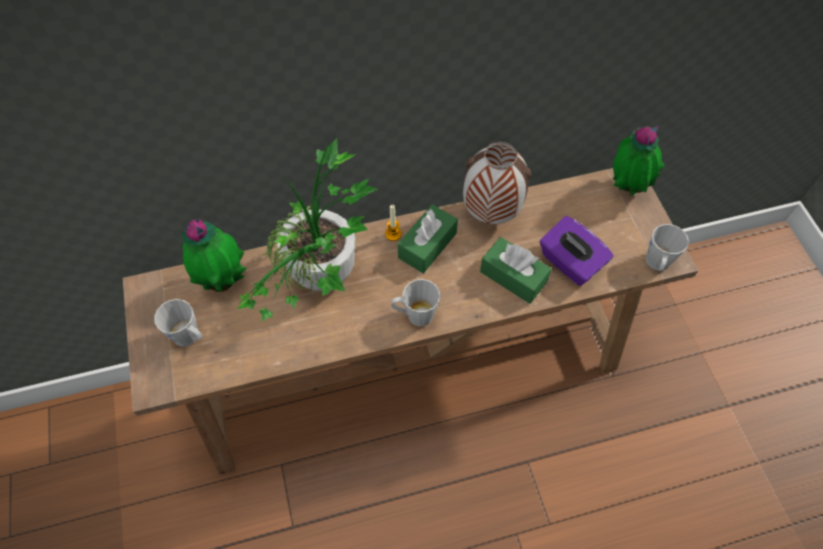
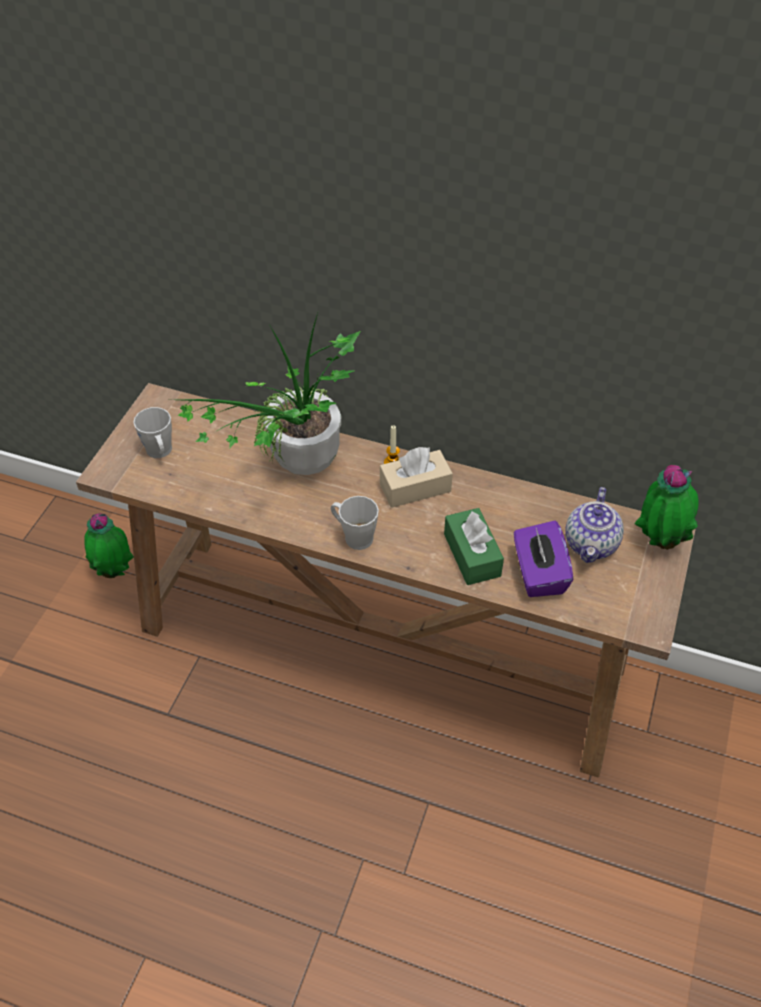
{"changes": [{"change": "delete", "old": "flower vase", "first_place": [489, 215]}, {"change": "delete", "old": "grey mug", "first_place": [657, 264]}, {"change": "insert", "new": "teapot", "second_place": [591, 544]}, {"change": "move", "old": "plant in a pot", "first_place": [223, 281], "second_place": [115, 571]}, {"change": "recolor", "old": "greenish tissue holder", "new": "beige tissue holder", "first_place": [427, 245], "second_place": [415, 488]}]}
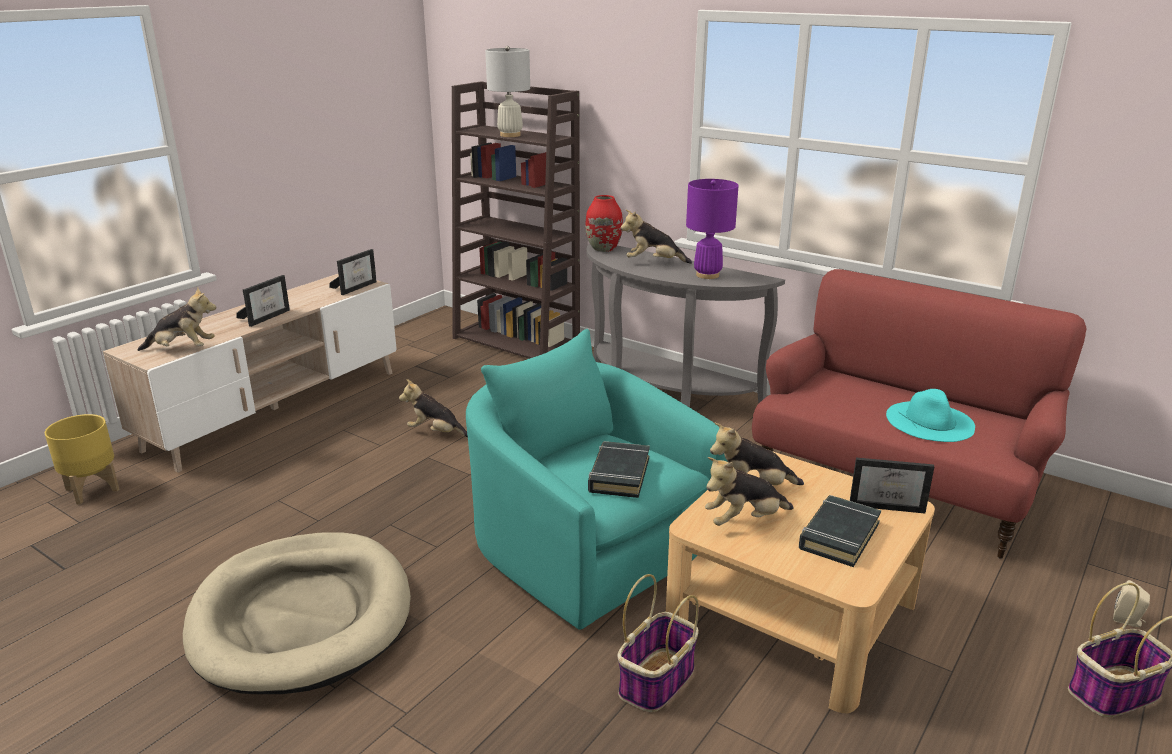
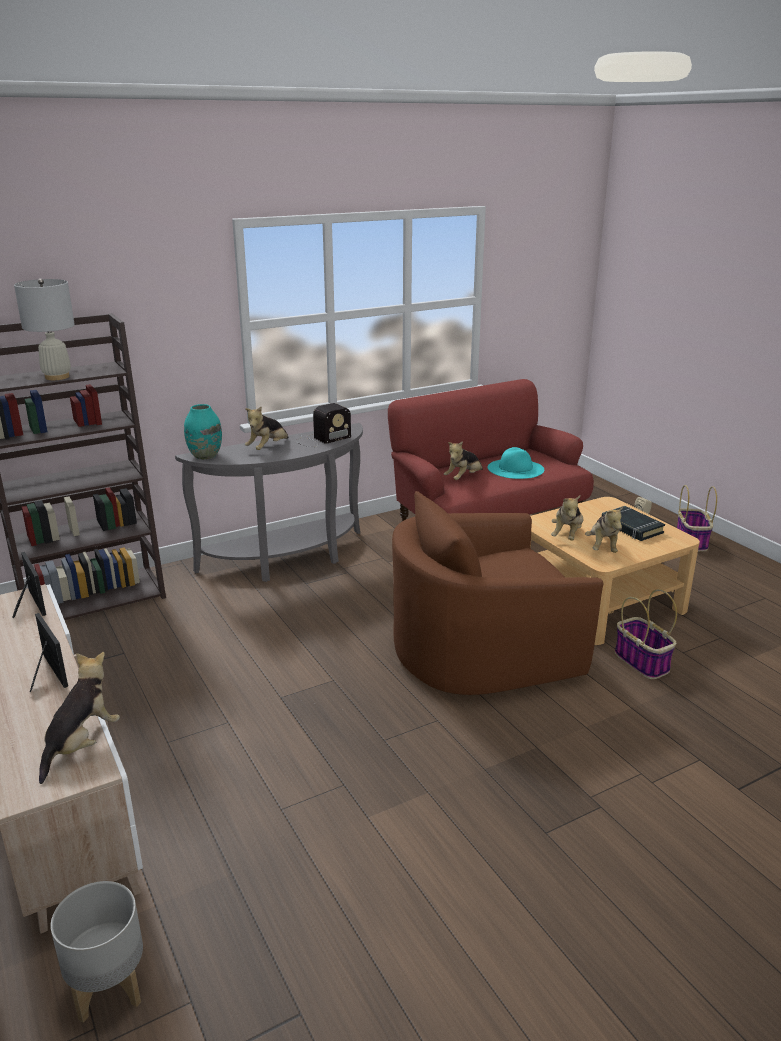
{"changes": [{"change": "delete", "old": "beige dog cushion", "first_place": [302, 617]}, {"change": "delete", "old": "blackish bound book", "first_place": [619, 474]}, {"change": "delete", "old": "photo frame", "first_place": [887, 504]}, {"change": "move", "old": "plush toy", "first_place": [436, 433], "second_place": [463, 478]}, {"change": "replace", "old": "purple tabletop lamp", "new": "radio set", "first_place": [707, 275], "second_place": [321, 439]}, {"change": "recolor", "old": "yellowish plant pot", "new": "grey plant pot", "first_place": [92, 489], "second_place": [108, 989]}, {"change": "recolor", "old": "turquoise armchair", "new": "brown armchair", "first_place": [587, 545], "second_place": [482, 649]}, {"change": "recolor", "old": "red flower vase", "new": "turquoise flower vase", "first_place": [603, 248], "second_place": [205, 456]}]}
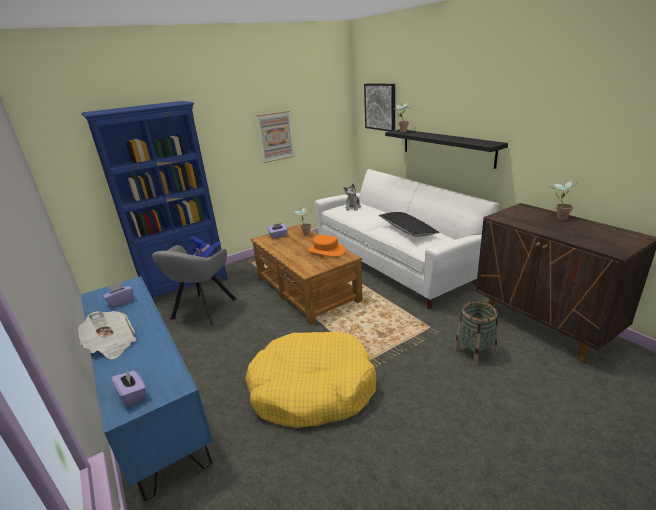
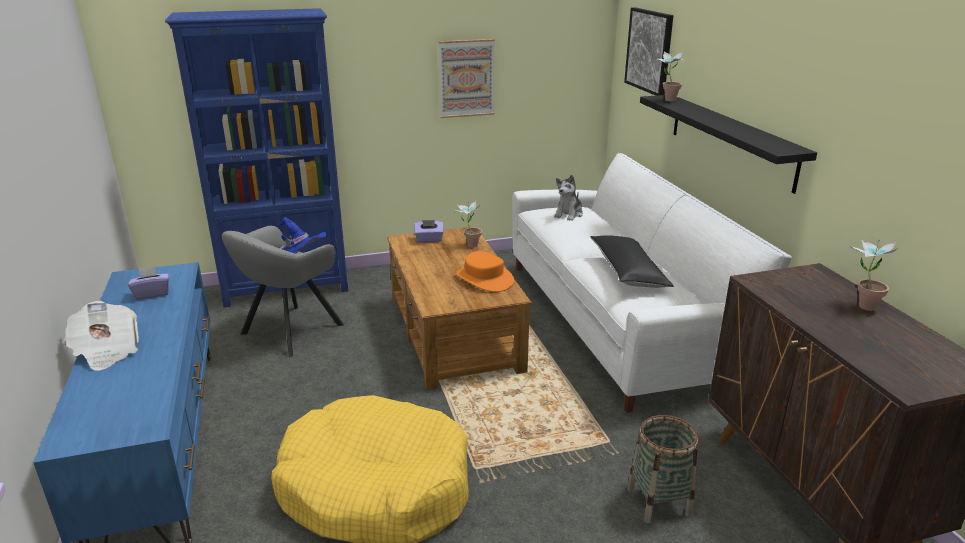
{"changes": [{"change": "delete", "old": "purple tissue holder", "first_place": [133, 395]}]}
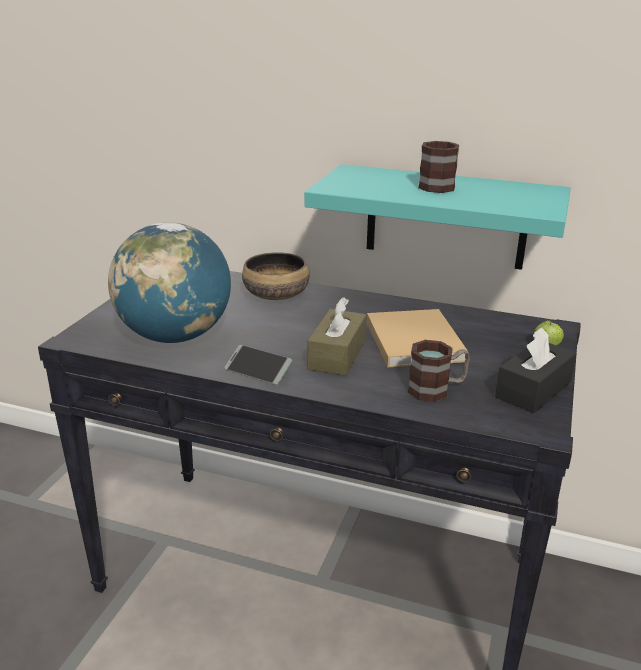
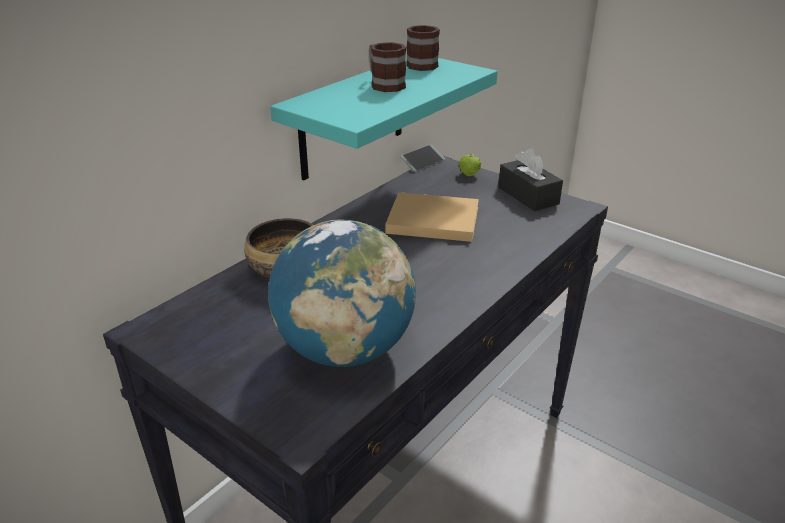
{"changes": [{"change": "delete", "old": "brown tissue holder", "first_place": [337, 355]}, {"change": "move", "old": "handset", "first_place": [258, 371], "second_place": [423, 162]}, {"change": "move", "old": "mug", "first_place": [437, 389], "second_place": [423, 64]}]}
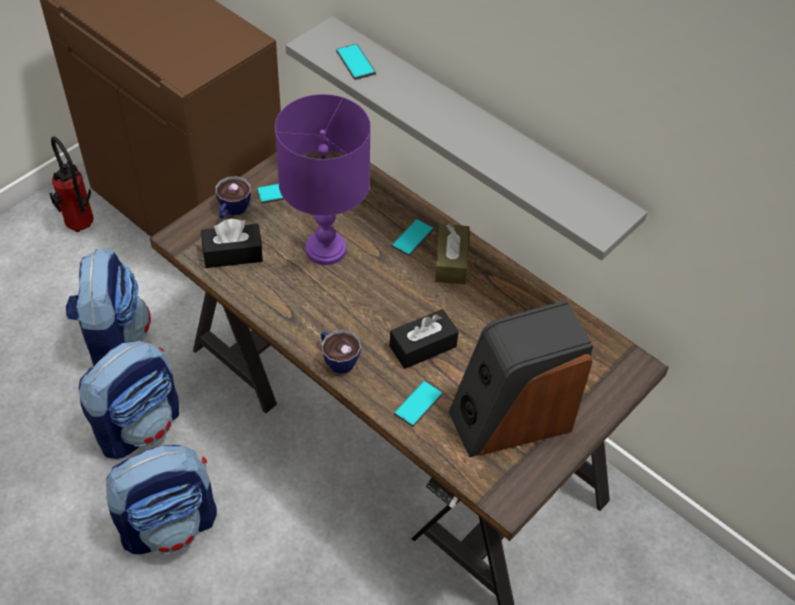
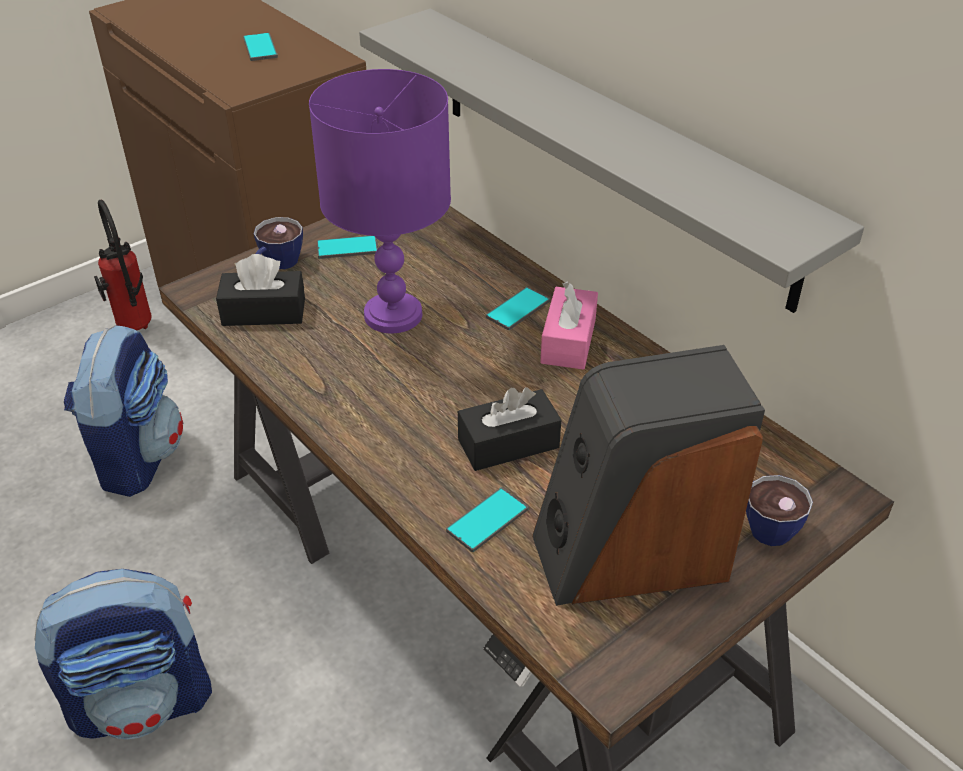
{"changes": [{"change": "delete", "old": "knapsack", "first_place": [139, 426]}, {"change": "move", "old": "drinking cup", "first_place": [337, 359], "second_place": [763, 524]}, {"change": "move", "old": "handset", "first_place": [356, 62], "second_place": [260, 48]}, {"change": "recolor", "old": "brown tissue holder", "new": "pink tissue holder", "first_place": [451, 262], "second_place": [568, 341]}]}
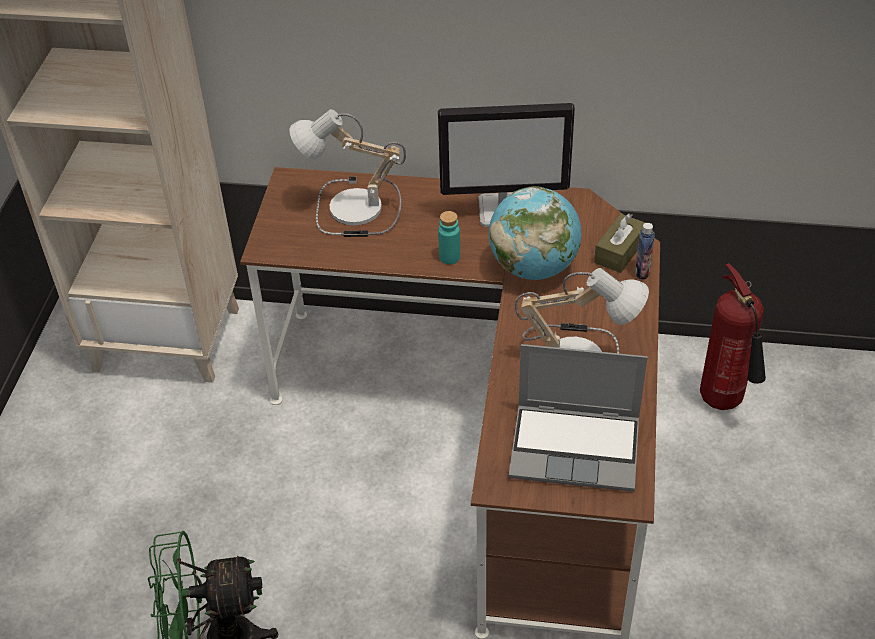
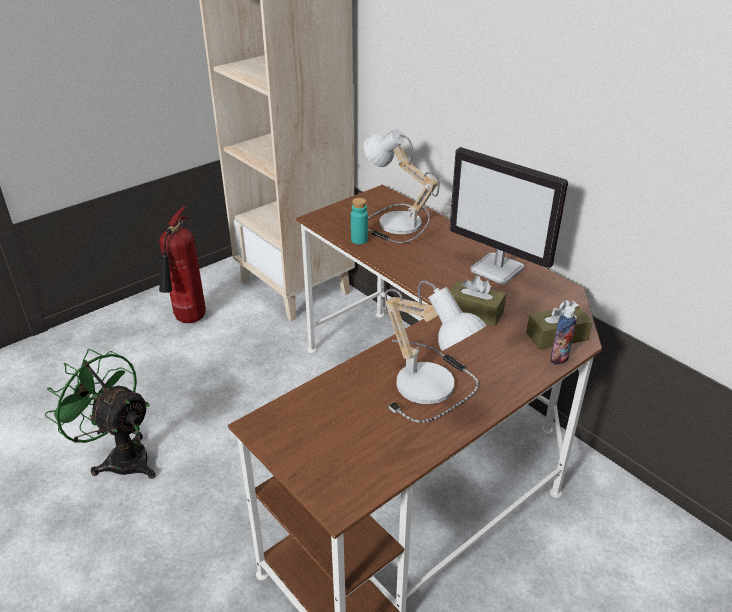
{"changes": [{"change": "delete", "old": "portable computer", "first_place": [576, 448]}, {"change": "move", "old": "turquoise beverage bottle", "first_place": [449, 257], "second_place": [359, 240]}, {"change": "move", "old": "fire-fighting cylinder", "first_place": [724, 403], "second_place": [189, 320]}, {"change": "replace", "old": "desk globe", "new": "brown tissue holder", "first_place": [533, 267], "second_place": [474, 312]}]}
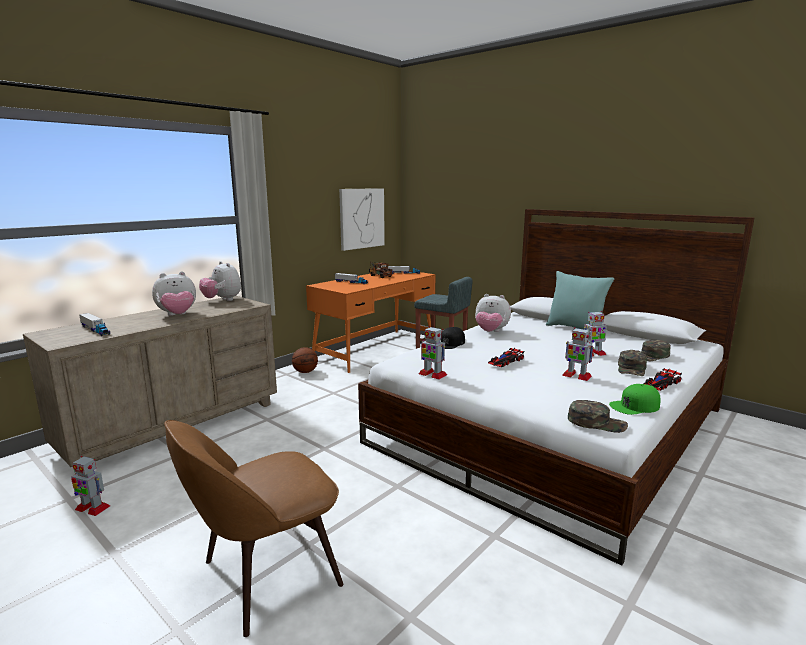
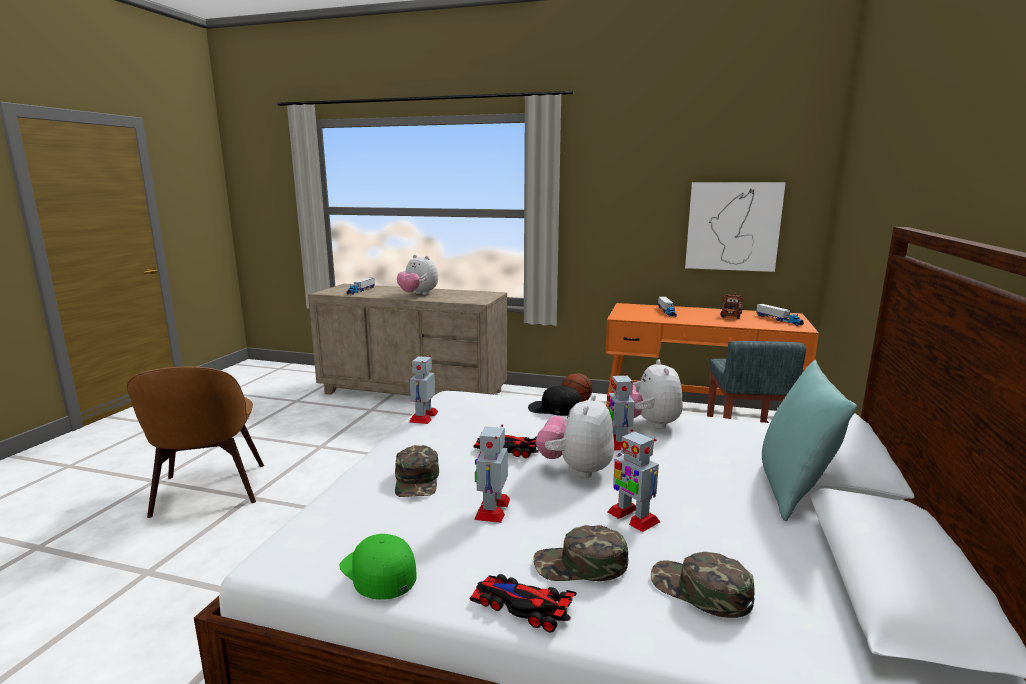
{"changes": [{"change": "move", "old": "model robot", "first_place": [92, 508], "second_place": [618, 442]}, {"change": "move", "old": "plush toy", "first_place": [222, 300], "second_place": [576, 469]}, {"change": "move", "old": "greenish peaked cap", "first_place": [596, 422], "second_place": [417, 480]}, {"change": "rotate", "old": "brown upright chair", "first_place": [265, 576], "second_place": [209, 492], "degrees": -135}]}
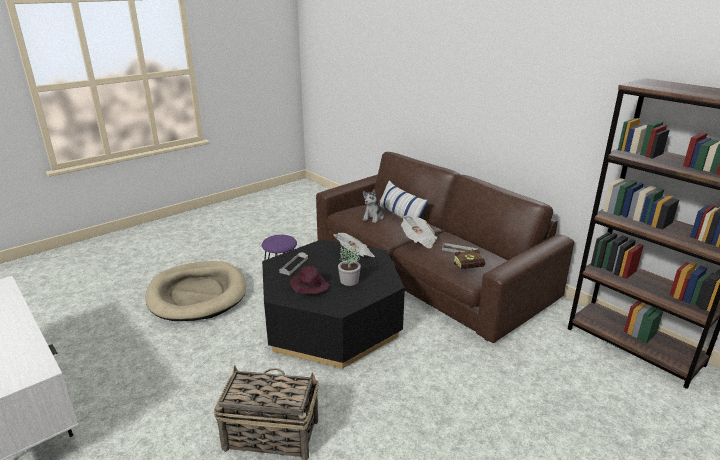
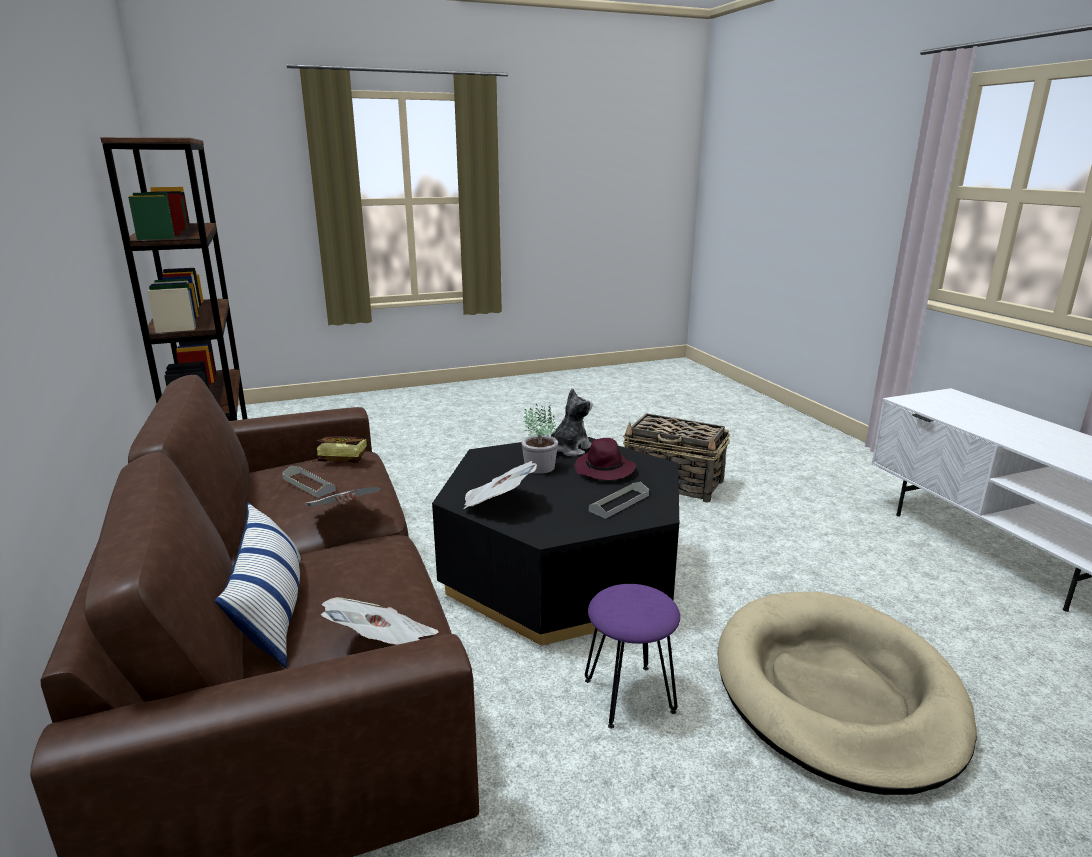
{"changes": [{"change": "insert", "new": "newspaper", "second_place": [384, 646]}, {"change": "move", "old": "plush toy", "first_place": [373, 217], "second_place": [569, 449]}]}
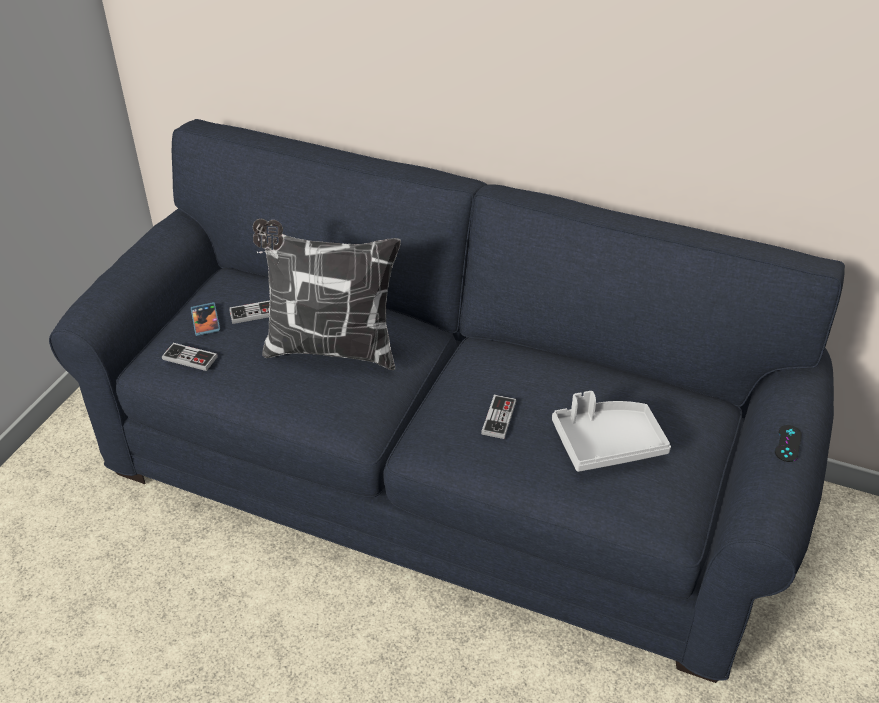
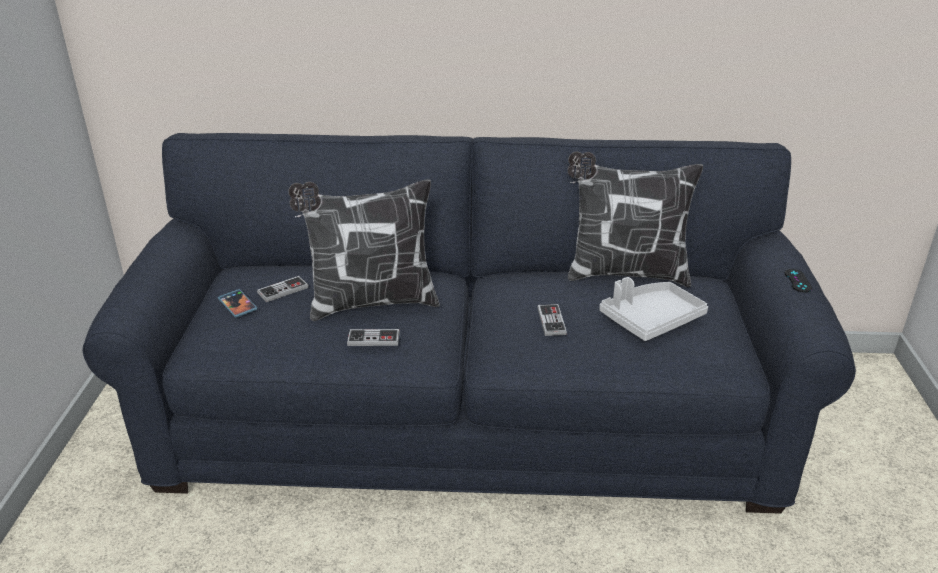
{"changes": [{"change": "insert", "new": "throw pillow", "second_place": [624, 273]}, {"change": "move", "old": "joypad", "first_place": [190, 358], "second_place": [373, 339]}]}
